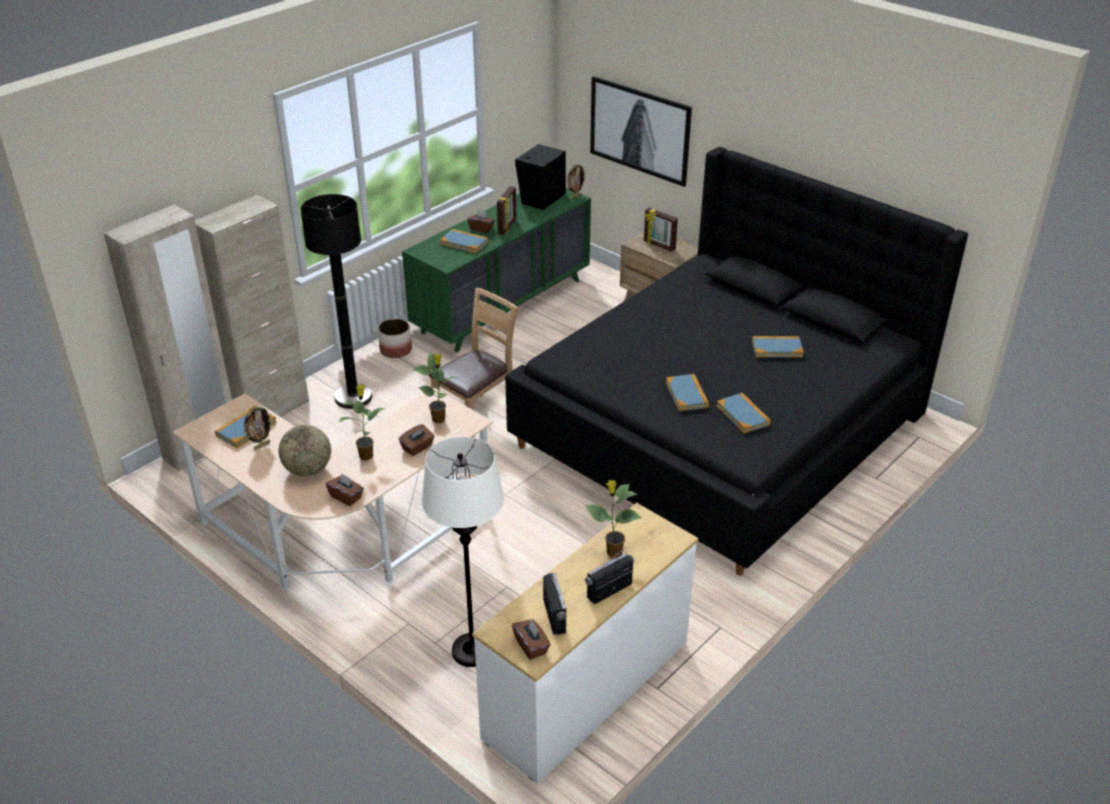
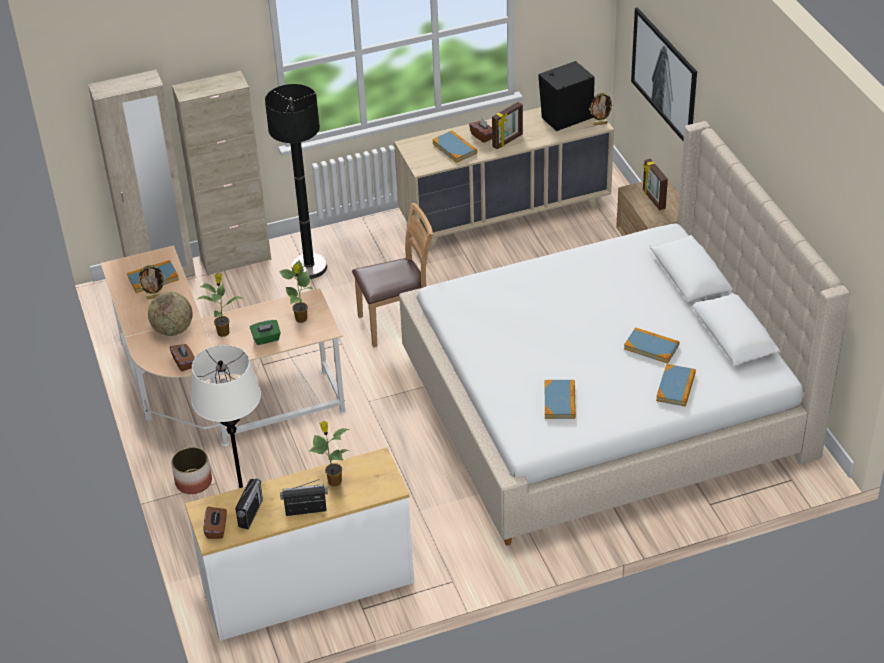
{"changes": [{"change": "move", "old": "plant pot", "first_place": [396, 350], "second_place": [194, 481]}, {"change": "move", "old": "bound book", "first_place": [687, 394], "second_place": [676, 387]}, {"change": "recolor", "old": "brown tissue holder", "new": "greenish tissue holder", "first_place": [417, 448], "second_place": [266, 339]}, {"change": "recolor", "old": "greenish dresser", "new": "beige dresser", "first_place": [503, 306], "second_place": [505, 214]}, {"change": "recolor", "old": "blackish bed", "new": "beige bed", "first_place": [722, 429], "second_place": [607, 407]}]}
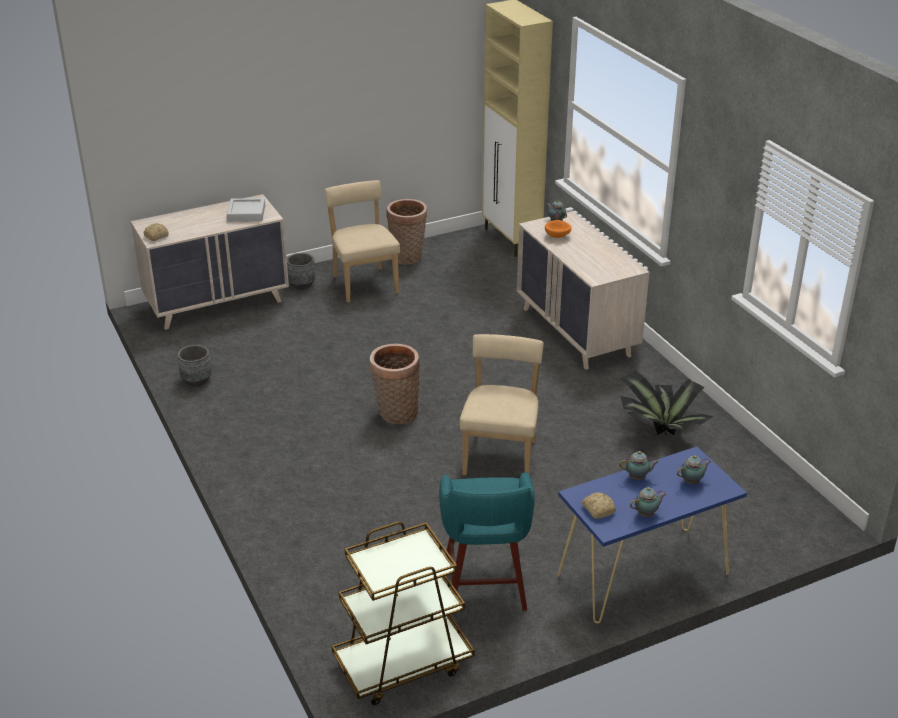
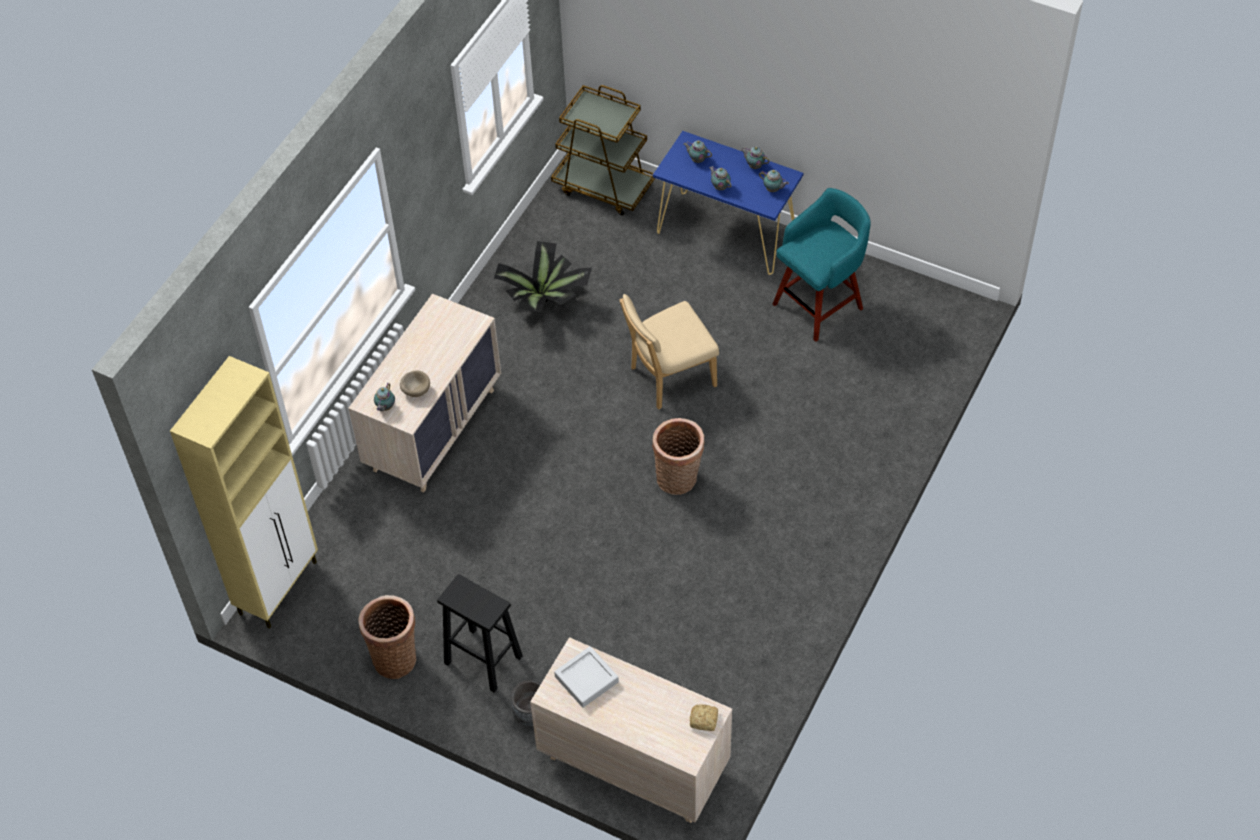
{"changes": [{"change": "delete", "old": "grey plant pot", "first_place": [197, 380]}, {"change": "move", "old": "brown trolley", "first_place": [402, 664], "second_place": [604, 187]}, {"change": "replace", "old": "beige upright chair", "new": "blackish stool", "first_place": [364, 283], "second_place": [482, 659]}, {"change": "replace", "old": "baked bread", "new": "teapot", "first_place": [598, 509], "second_place": [773, 190]}, {"change": "recolor", "old": "orange-coloured serving bowl", "new": "beige serving bowl", "first_place": [558, 236], "second_place": [416, 389]}]}
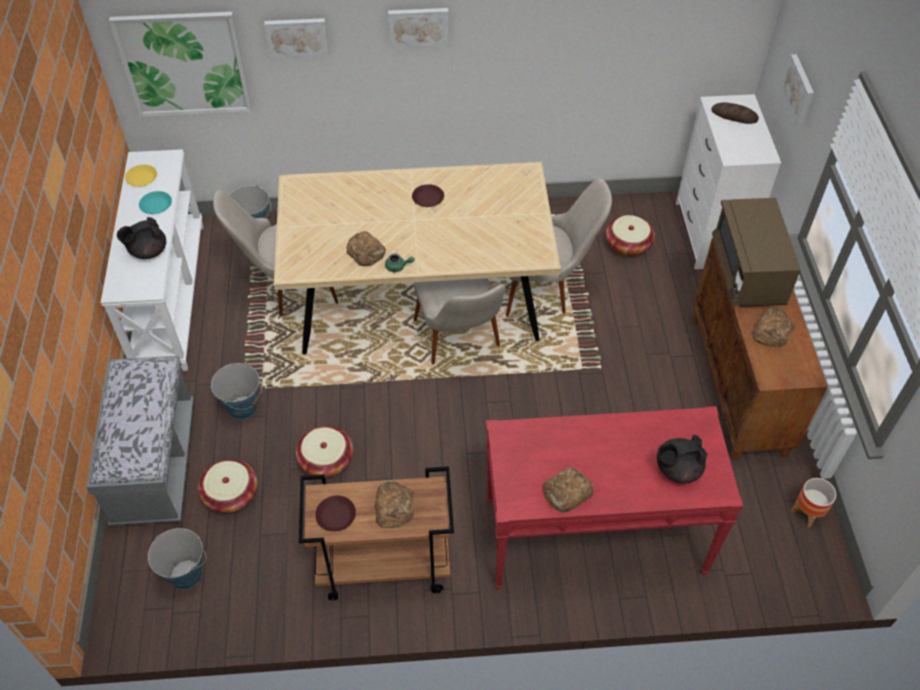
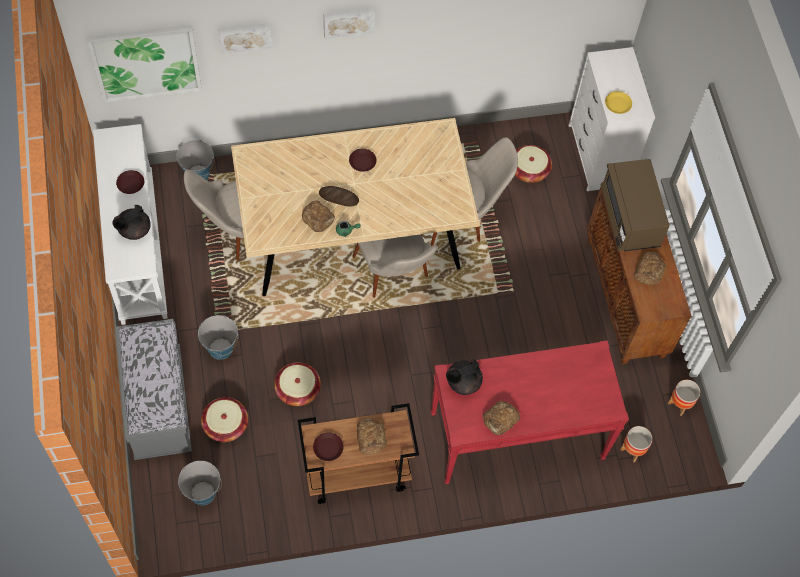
{"changes": [{"change": "delete", "old": "wall art", "first_place": [799, 89]}, {"change": "insert", "new": "plant pot", "second_place": [633, 450]}, {"change": "move", "old": "yellowish flat dish", "first_place": [142, 178], "second_place": [618, 104]}, {"change": "move", "old": "blackish teapot", "first_place": [677, 469], "second_place": [462, 382]}, {"change": "move", "old": "baked bread", "first_place": [734, 116], "second_place": [338, 197]}, {"change": "recolor", "old": "turquoise flat dish", "new": "brown flat dish", "first_place": [156, 205], "second_place": [131, 184]}]}
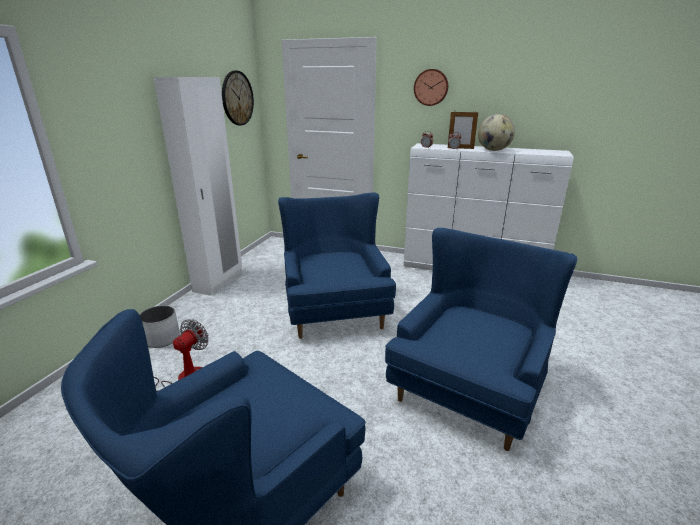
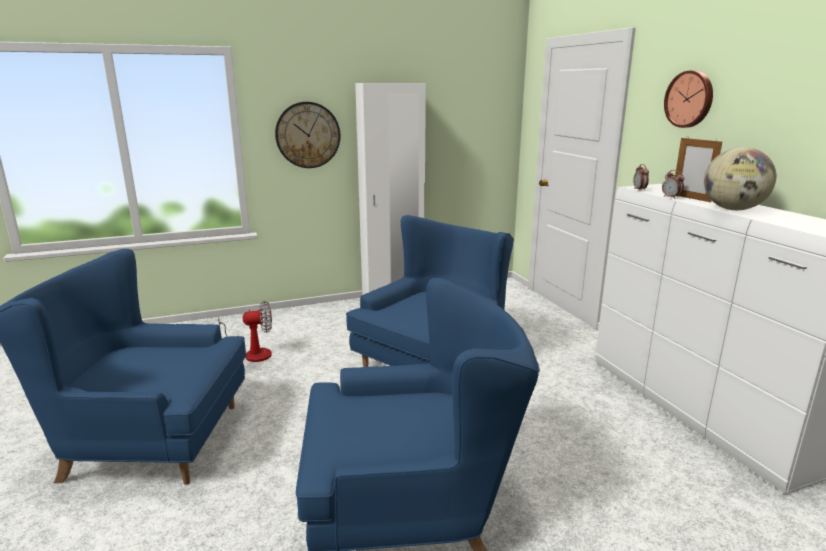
{"changes": [{"change": "delete", "old": "white plant pot", "first_place": [162, 339]}, {"change": "move", "old": "wall clock", "first_place": [237, 98], "second_place": [308, 135]}]}
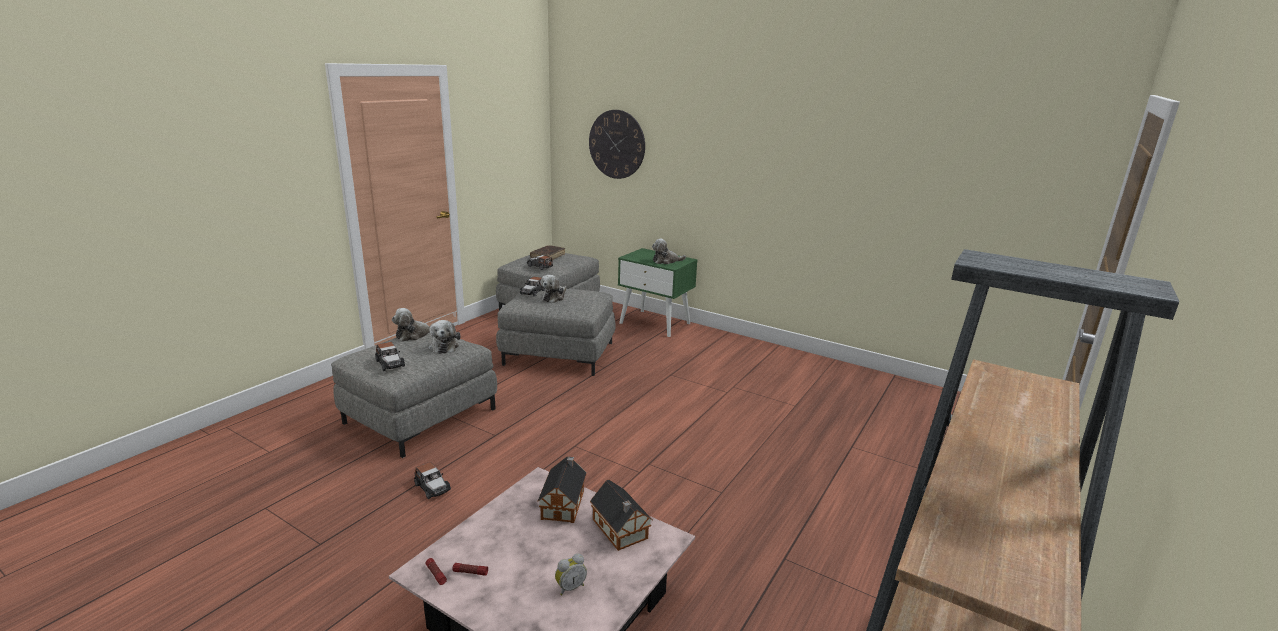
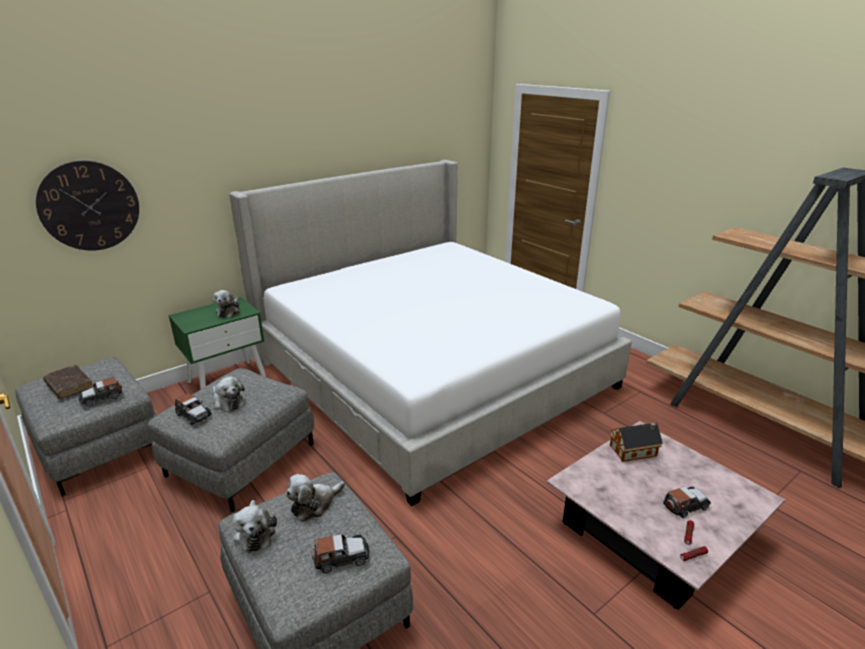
{"changes": [{"change": "delete", "old": "model house", "first_place": [564, 503]}, {"change": "delete", "old": "table clock", "first_place": [570, 587]}, {"change": "insert", "new": "bed", "second_place": [431, 373]}, {"change": "move", "old": "model car", "first_place": [432, 487], "second_place": [685, 506]}, {"change": "rotate", "old": "plush toy", "first_place": [444, 346], "second_place": [314, 504], "degrees": 135}]}
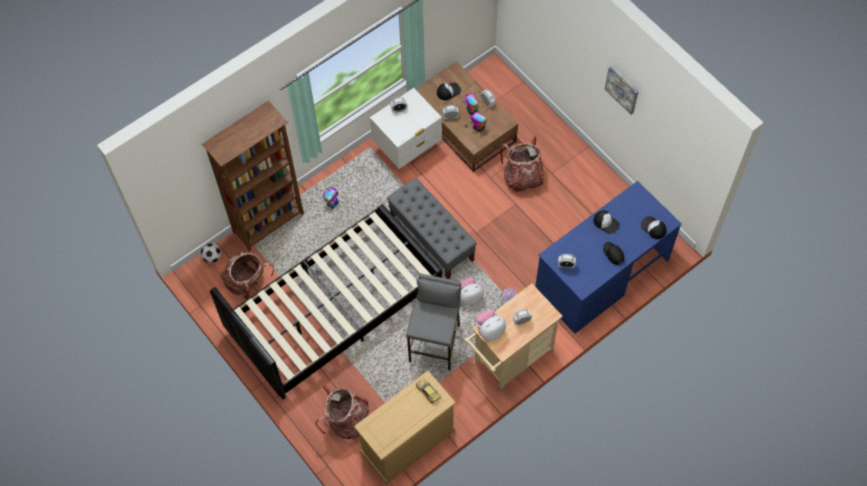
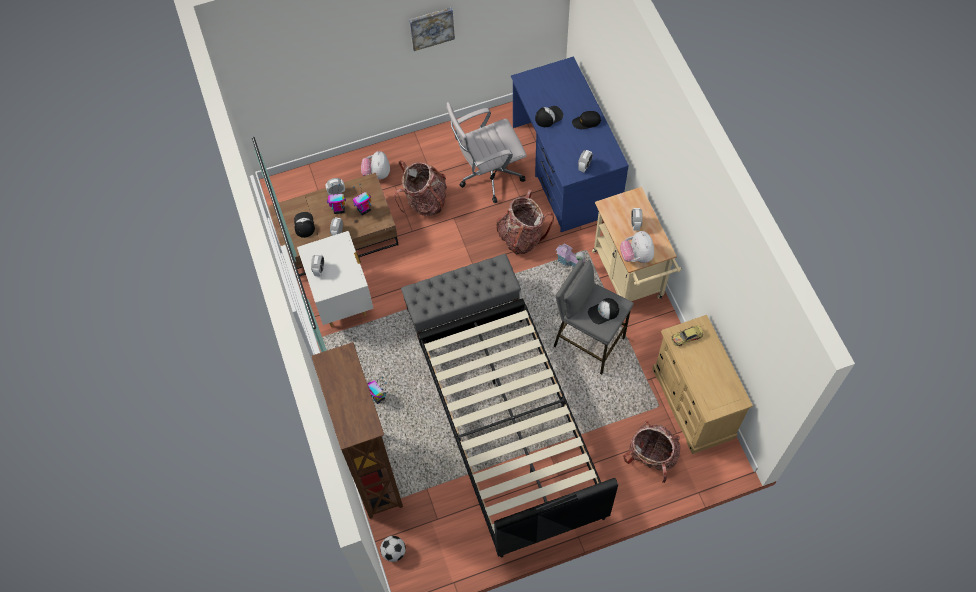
{"changes": [{"change": "insert", "new": "white office chair", "second_place": [488, 176]}, {"change": "move", "old": "knapsack", "first_place": [247, 282], "second_place": [521, 236]}, {"change": "move", "old": "plush toy", "first_place": [469, 296], "second_place": [377, 173]}, {"change": "move", "old": "peaked cap", "first_place": [653, 228], "second_place": [603, 312]}]}
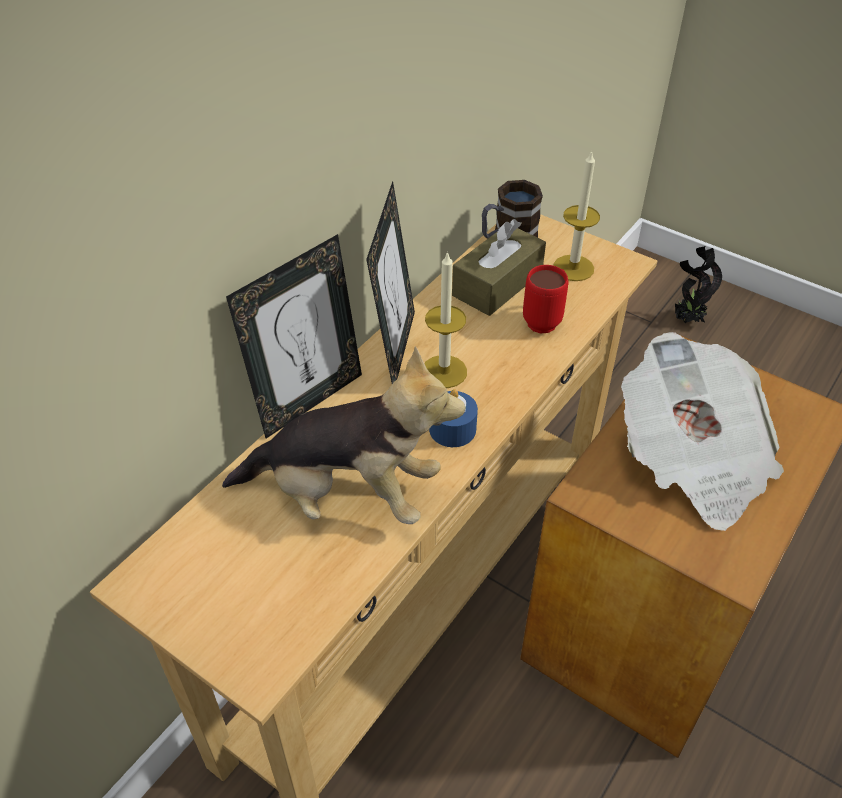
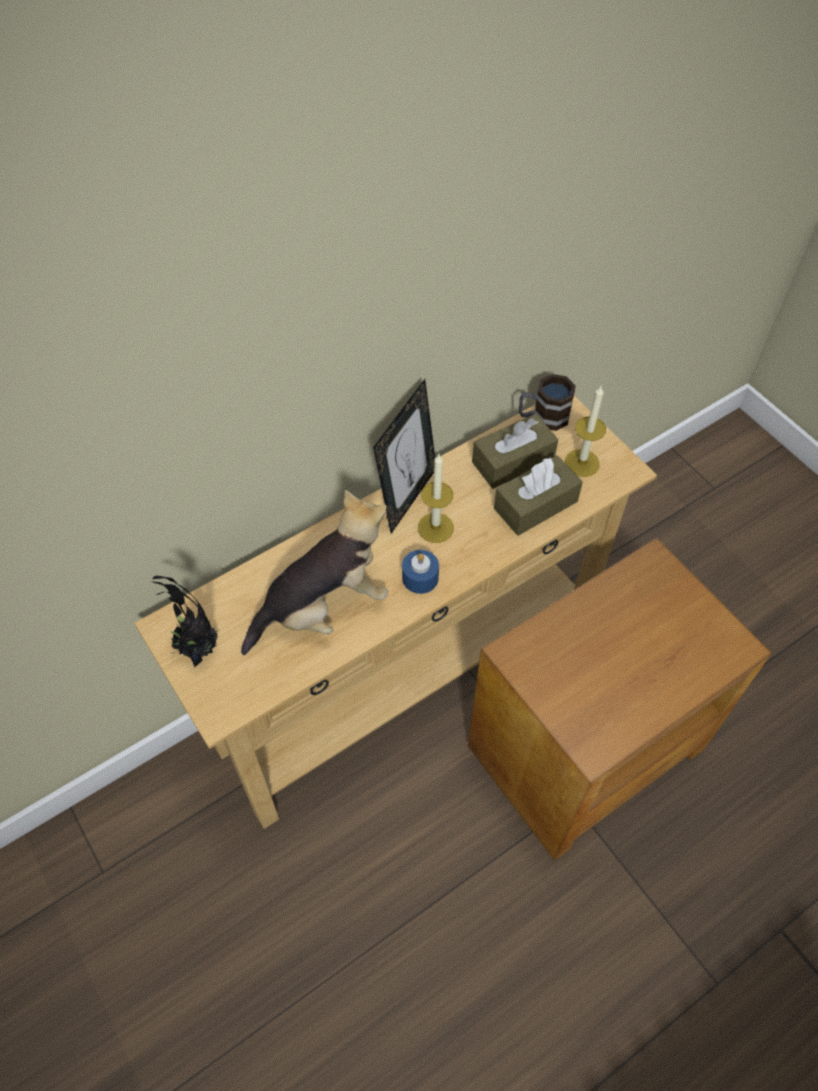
{"changes": [{"change": "delete", "old": "photo frame", "first_place": [308, 400]}, {"change": "delete", "old": "newspaper", "first_place": [693, 460]}, {"change": "move", "old": "plant in a pot", "first_place": [686, 320], "second_place": [196, 648]}, {"change": "replace", "old": "red mug", "new": "brown tissue holder", "first_place": [546, 320], "second_place": [535, 505]}, {"change": "rotate", "old": "plush toy", "first_place": [347, 495], "second_place": [324, 607], "degrees": -60}]}
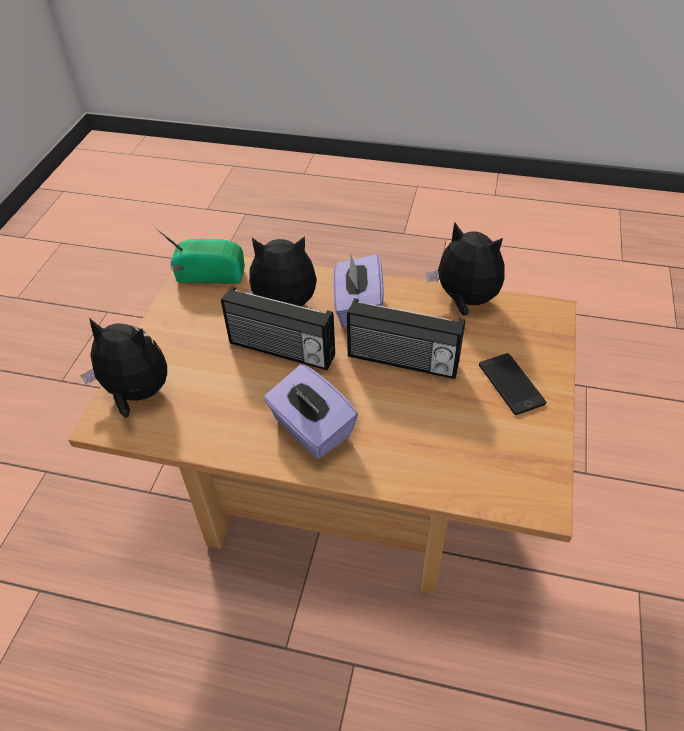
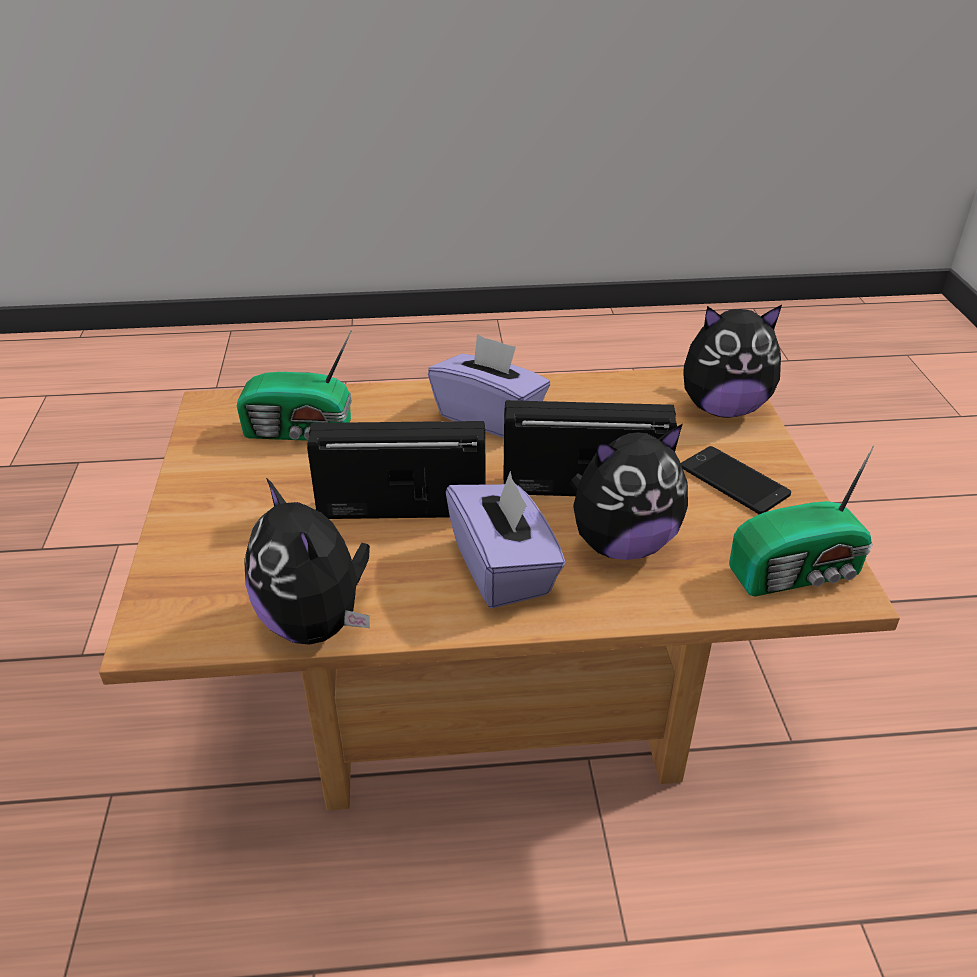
{"changes": [{"change": "insert", "new": "radio set", "second_place": [301, 432]}, {"change": "move", "old": "handset", "first_place": [511, 384], "second_place": [734, 481]}, {"change": "rotate", "old": "plush toy", "first_place": [465, 301], "second_place": [317, 622], "degrees": 45}]}
